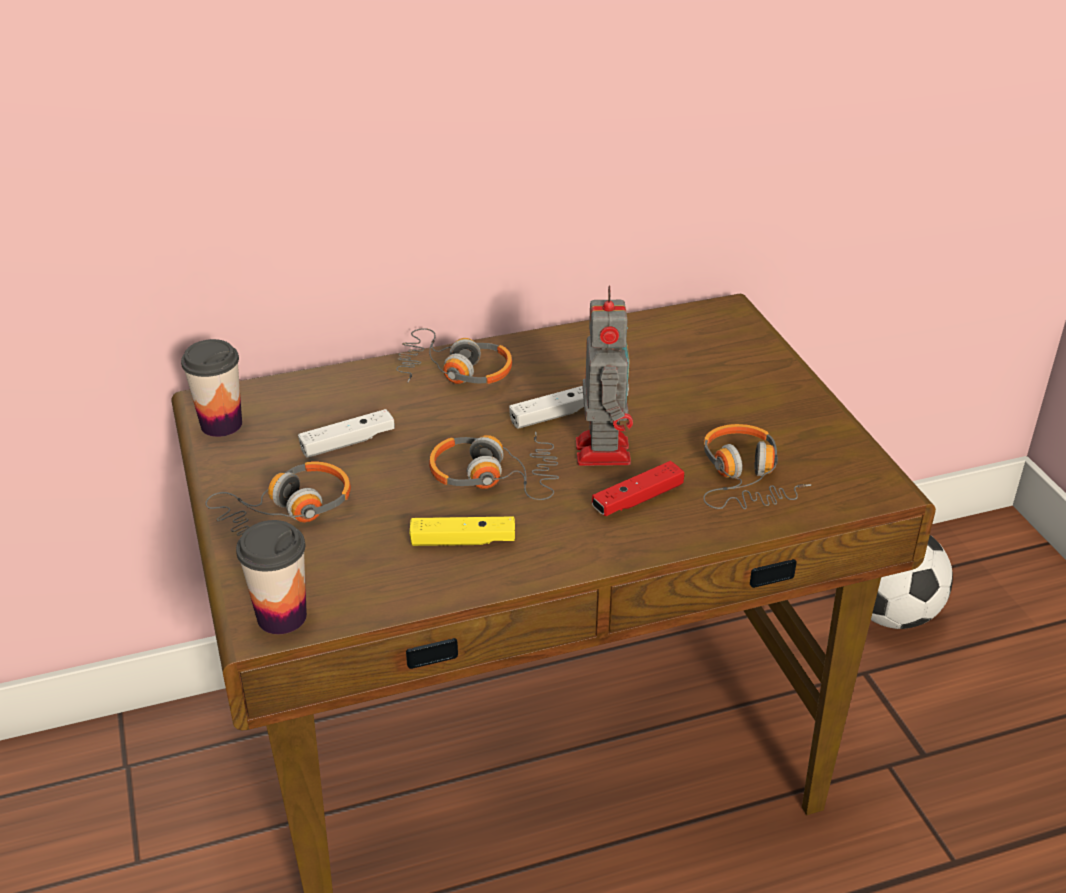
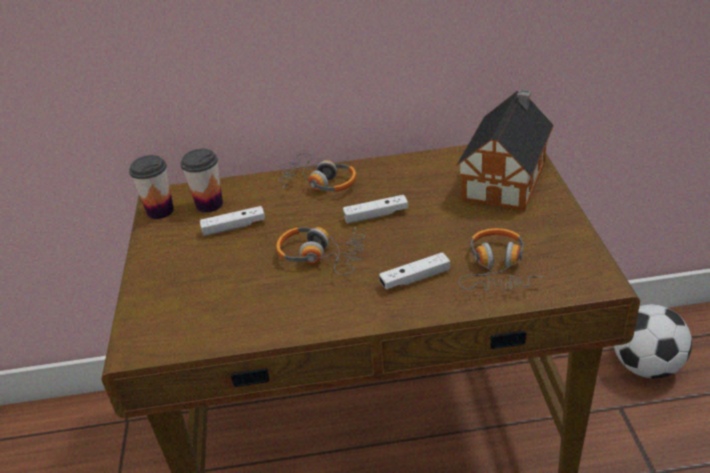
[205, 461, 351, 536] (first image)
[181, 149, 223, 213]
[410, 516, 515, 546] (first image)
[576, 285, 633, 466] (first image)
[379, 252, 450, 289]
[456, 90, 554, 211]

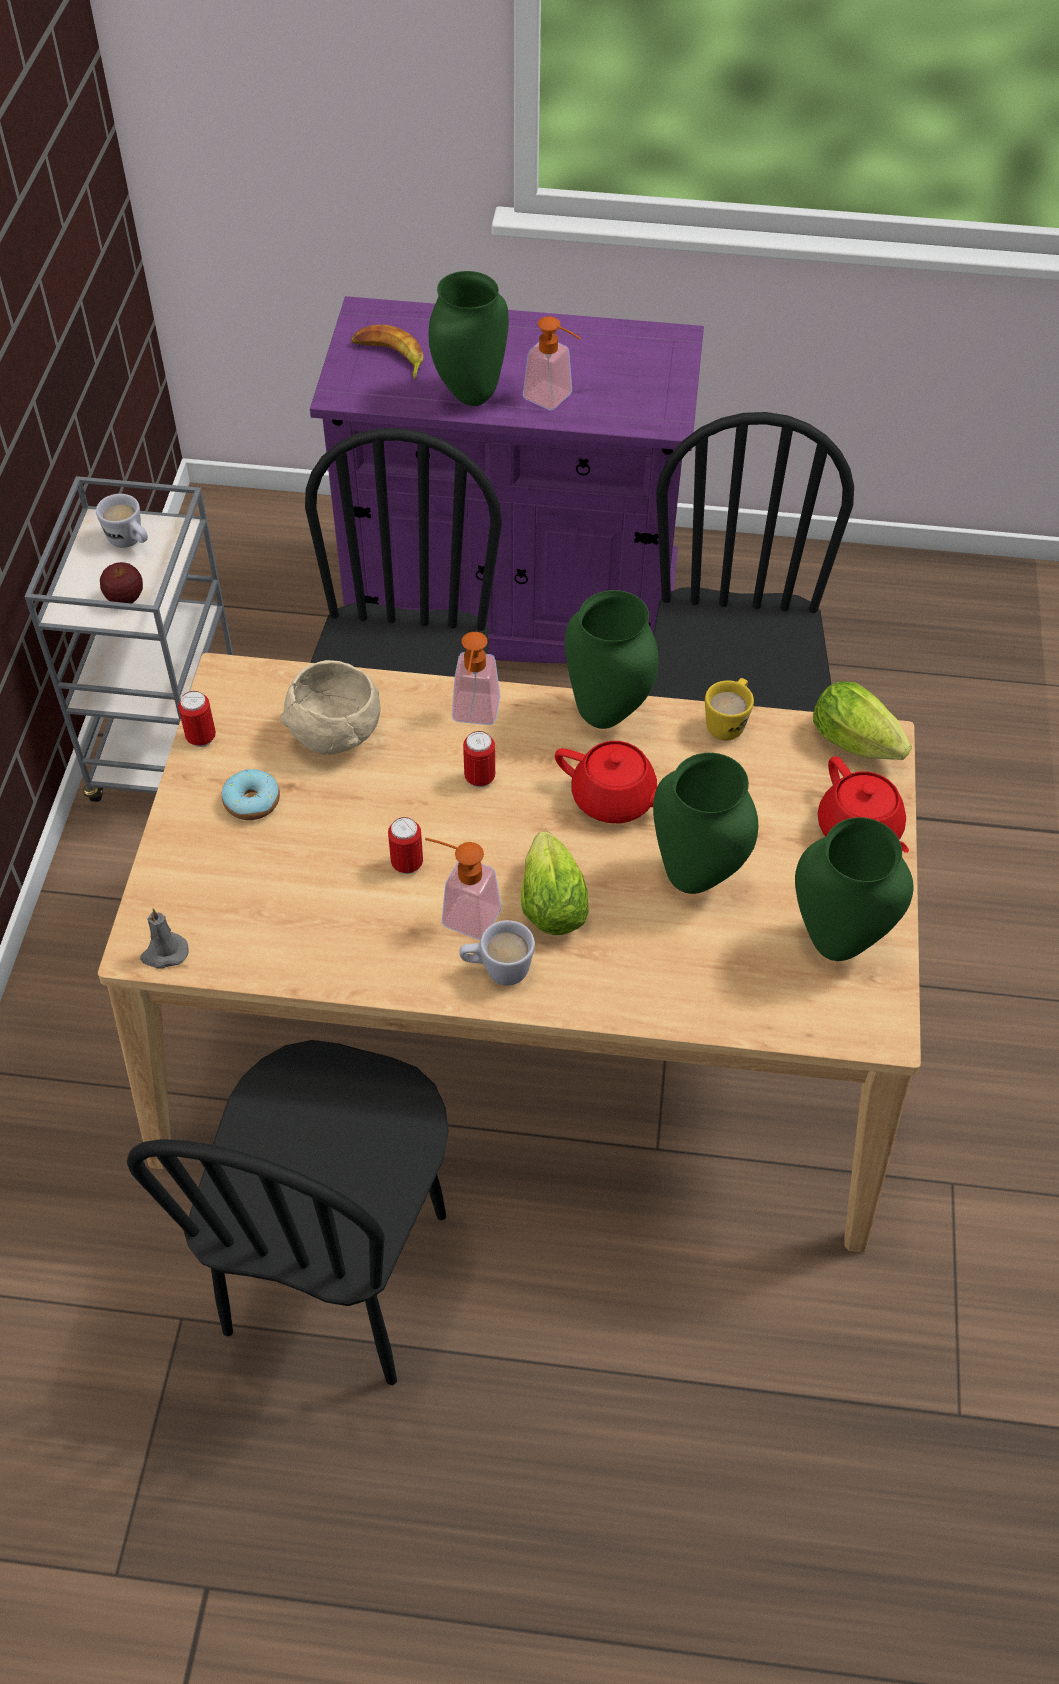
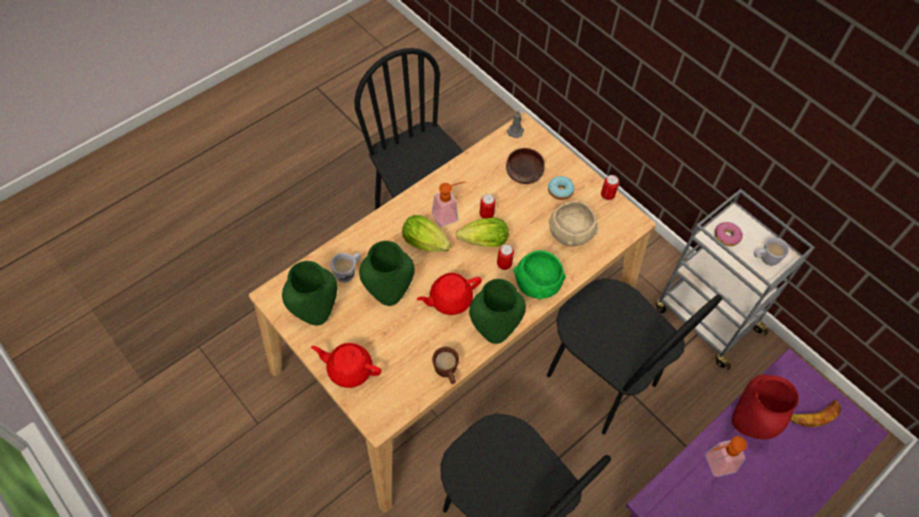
[715, 222, 743, 246]
[732, 375, 799, 440]
[513, 250, 566, 300]
[330, 253, 361, 283]
[432, 347, 459, 384]
[456, 218, 509, 247]
[506, 148, 545, 184]

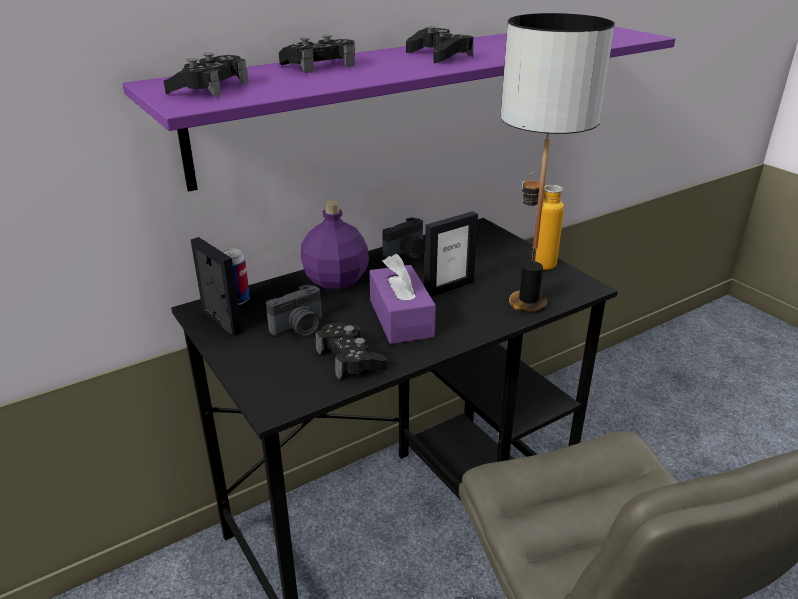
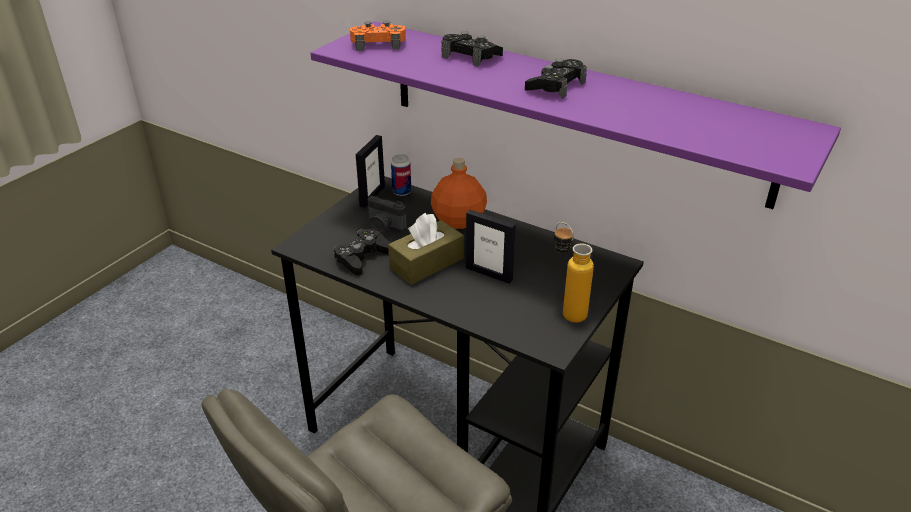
[350, 21, 406, 51]
[431, 158, 487, 229]
[388, 213, 464, 285]
[382, 217, 425, 259] (first image)
[501, 13, 615, 313] (first image)

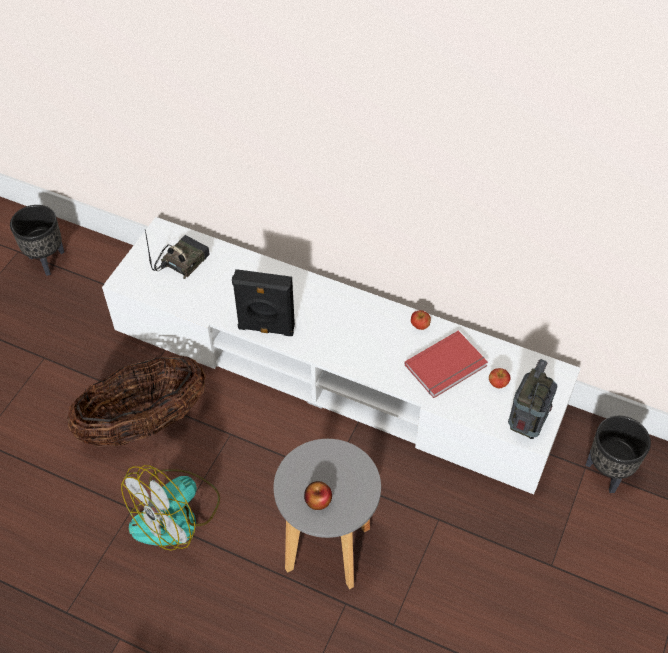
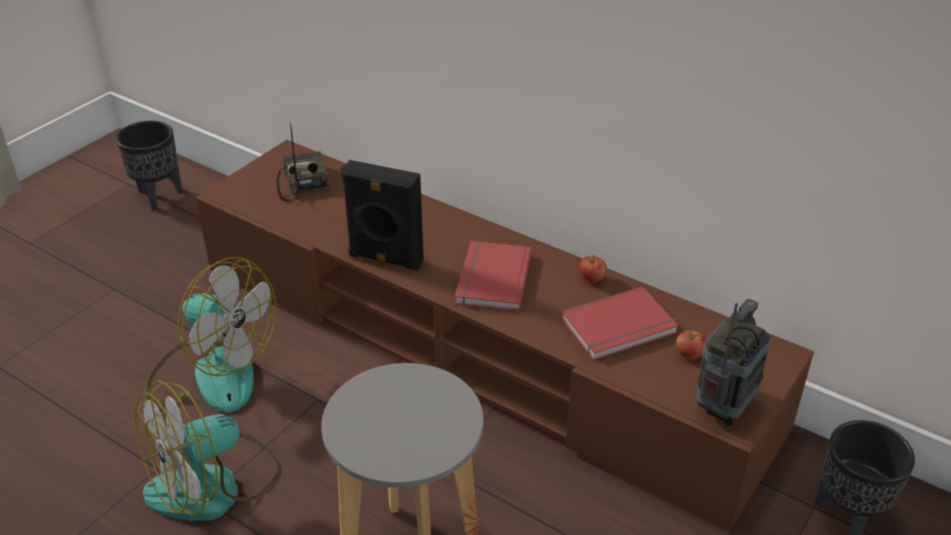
[144, 257, 277, 412]
[196, 140, 814, 529]
[277, 122, 329, 202]
[304, 481, 332, 510] (first image)
[455, 241, 532, 311]

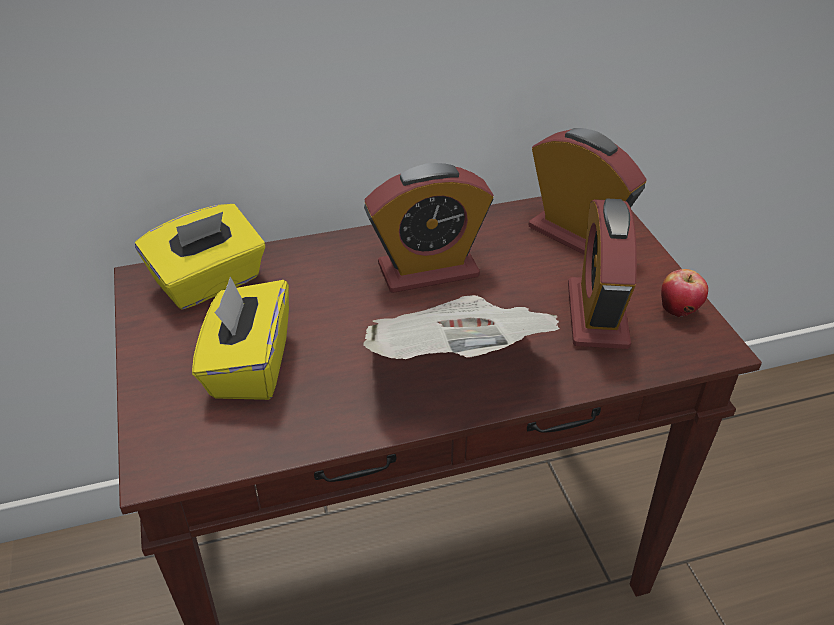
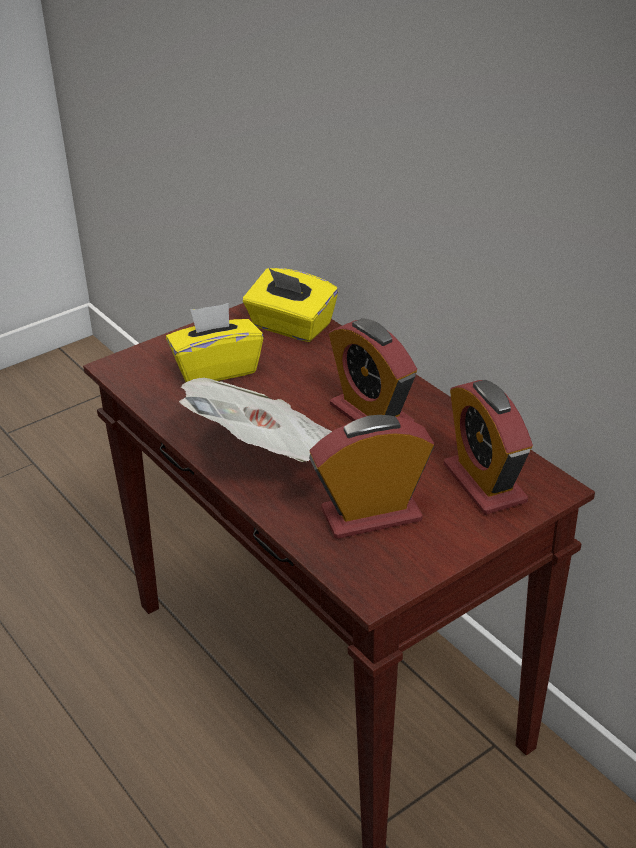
[444, 380, 533, 515]
[661, 269, 708, 317] (first image)

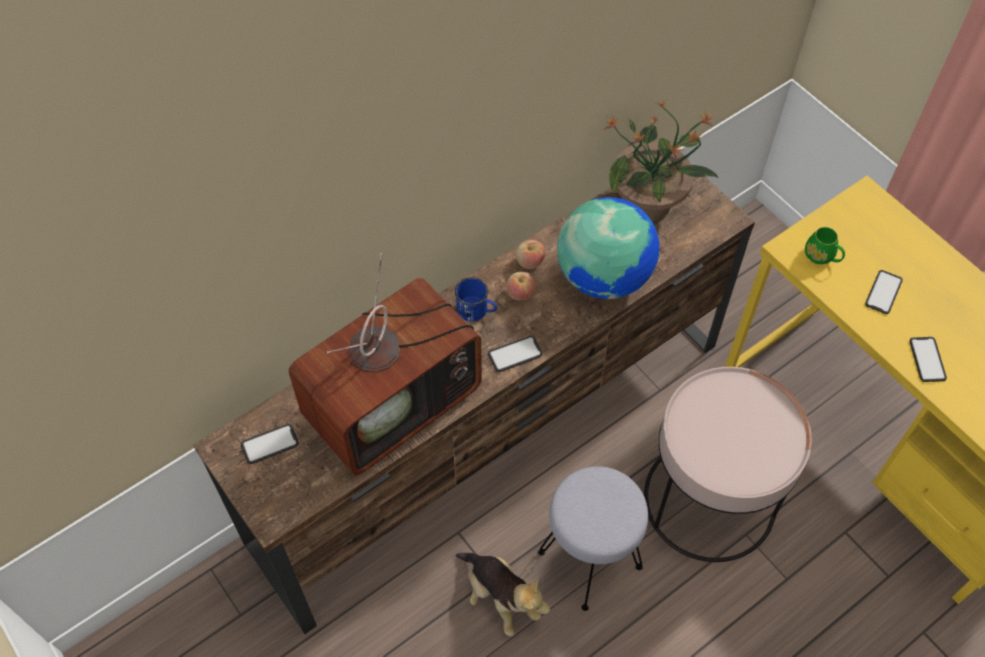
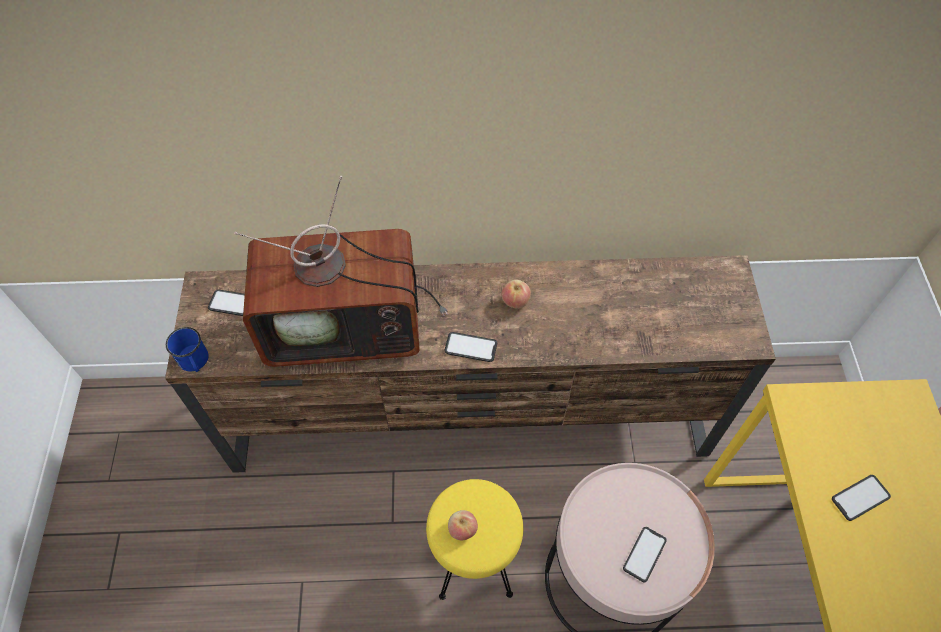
[166, 327, 208, 372]
[456, 553, 550, 636] (first image)
[448, 510, 478, 540]
[426, 479, 523, 600]
[557, 197, 659, 299] (first image)
[602, 101, 718, 221] (first image)
[805, 227, 845, 264] (first image)
[623, 527, 667, 582]

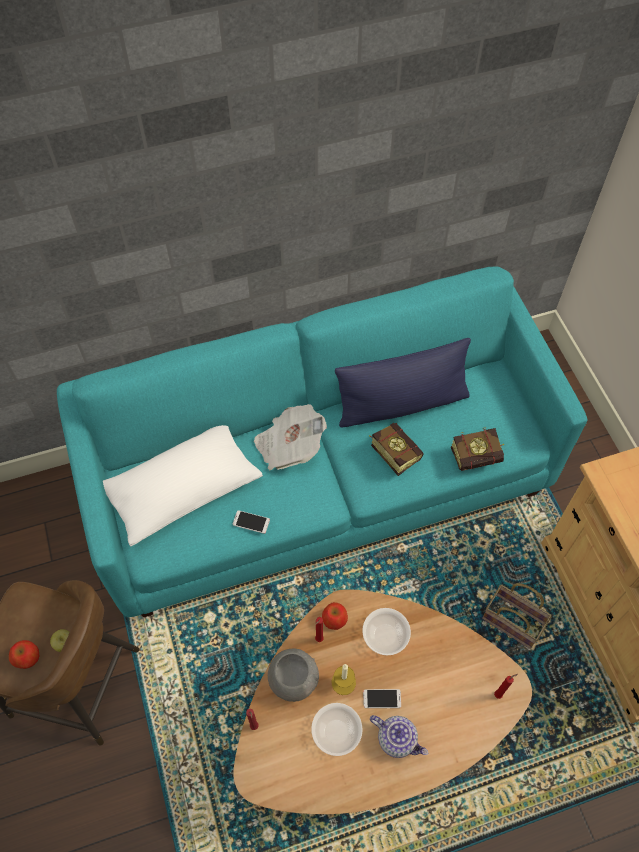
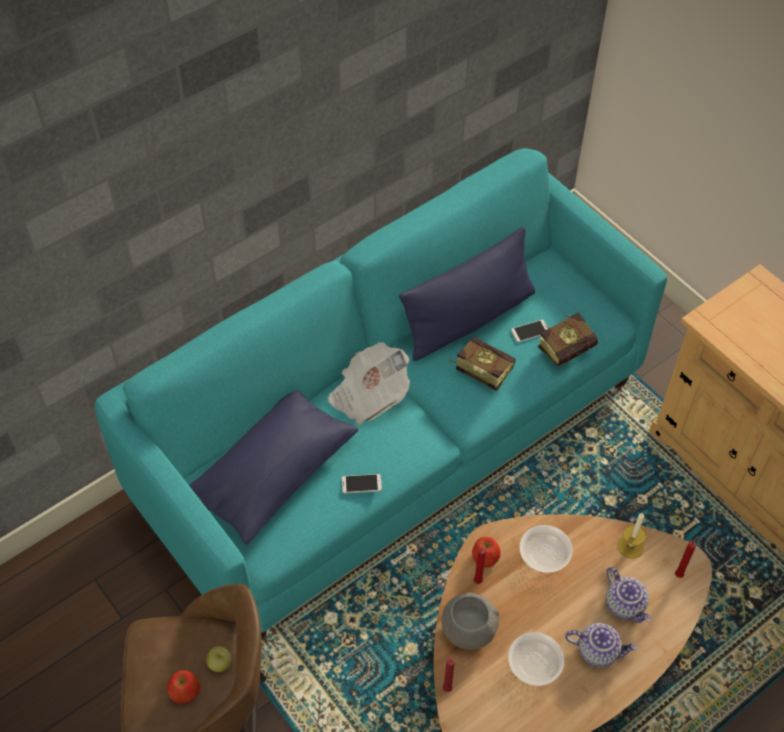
[189, 391, 358, 545]
[617, 513, 646, 558]
[511, 320, 548, 342]
[482, 583, 552, 649] (first image)
[606, 567, 651, 623]

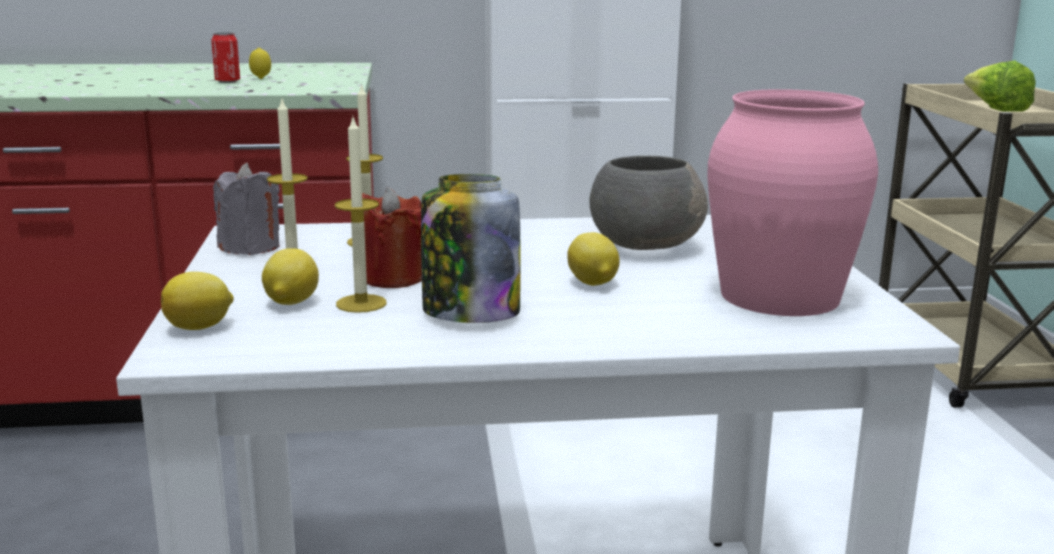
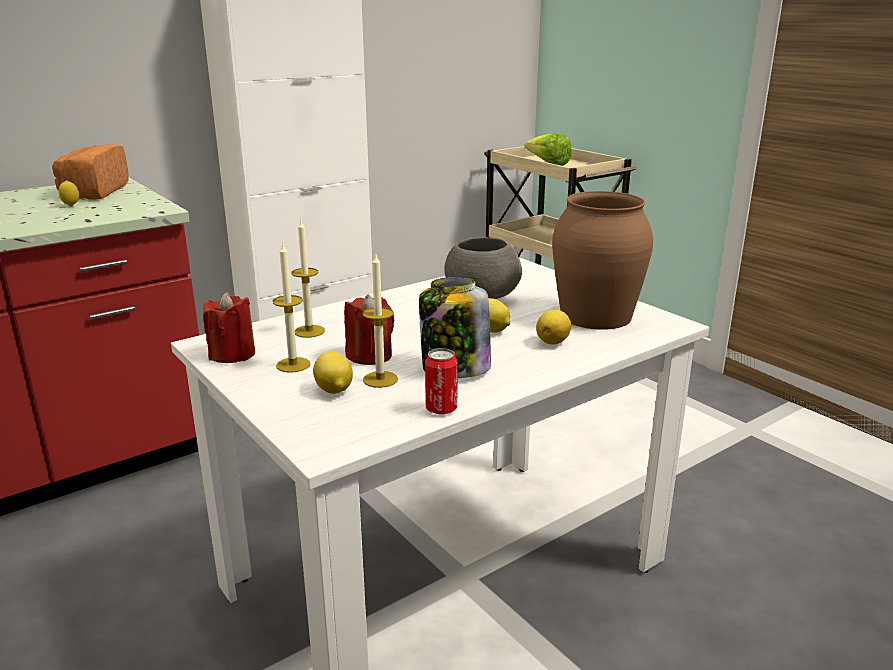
[536, 310, 571, 345]
[425, 348, 458, 415]
[203, 292, 255, 363]
[552, 191, 653, 330]
[52, 144, 129, 200]

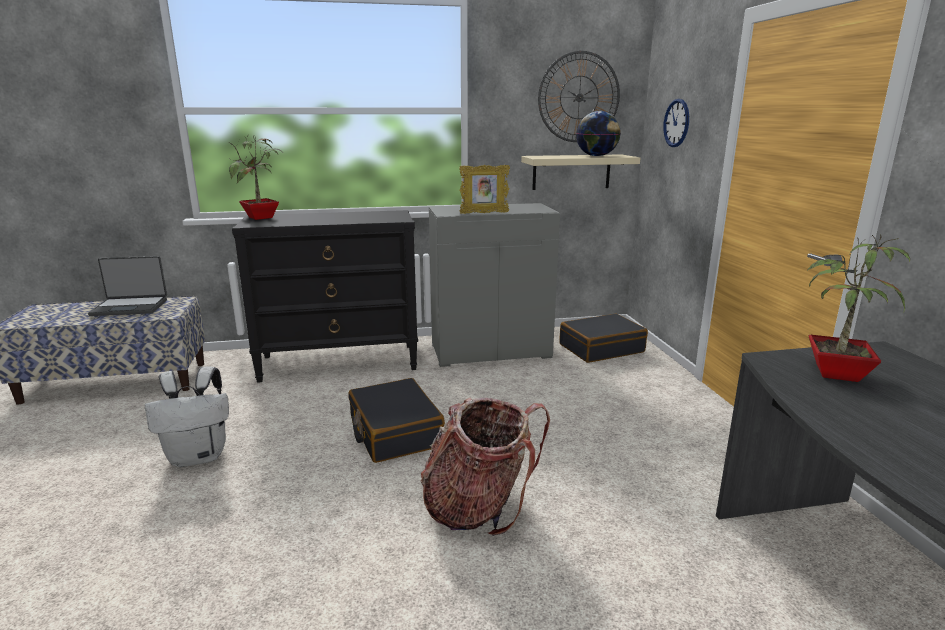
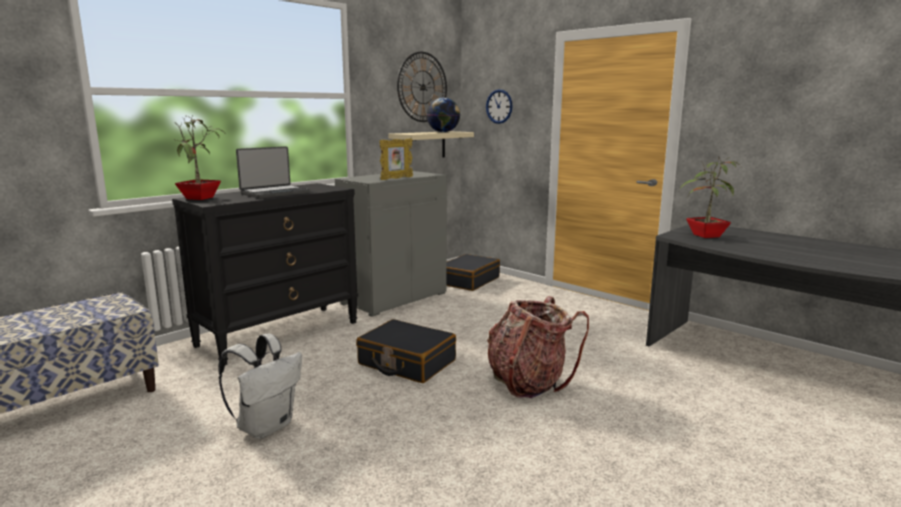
[236, 146, 310, 199]

